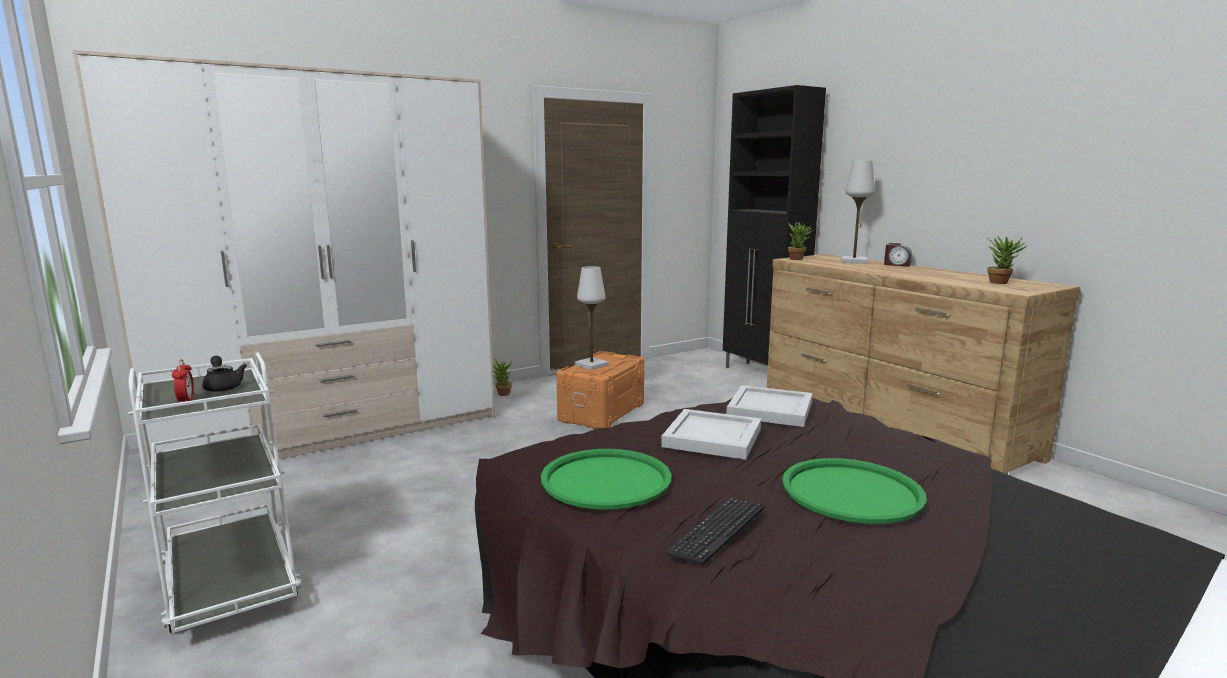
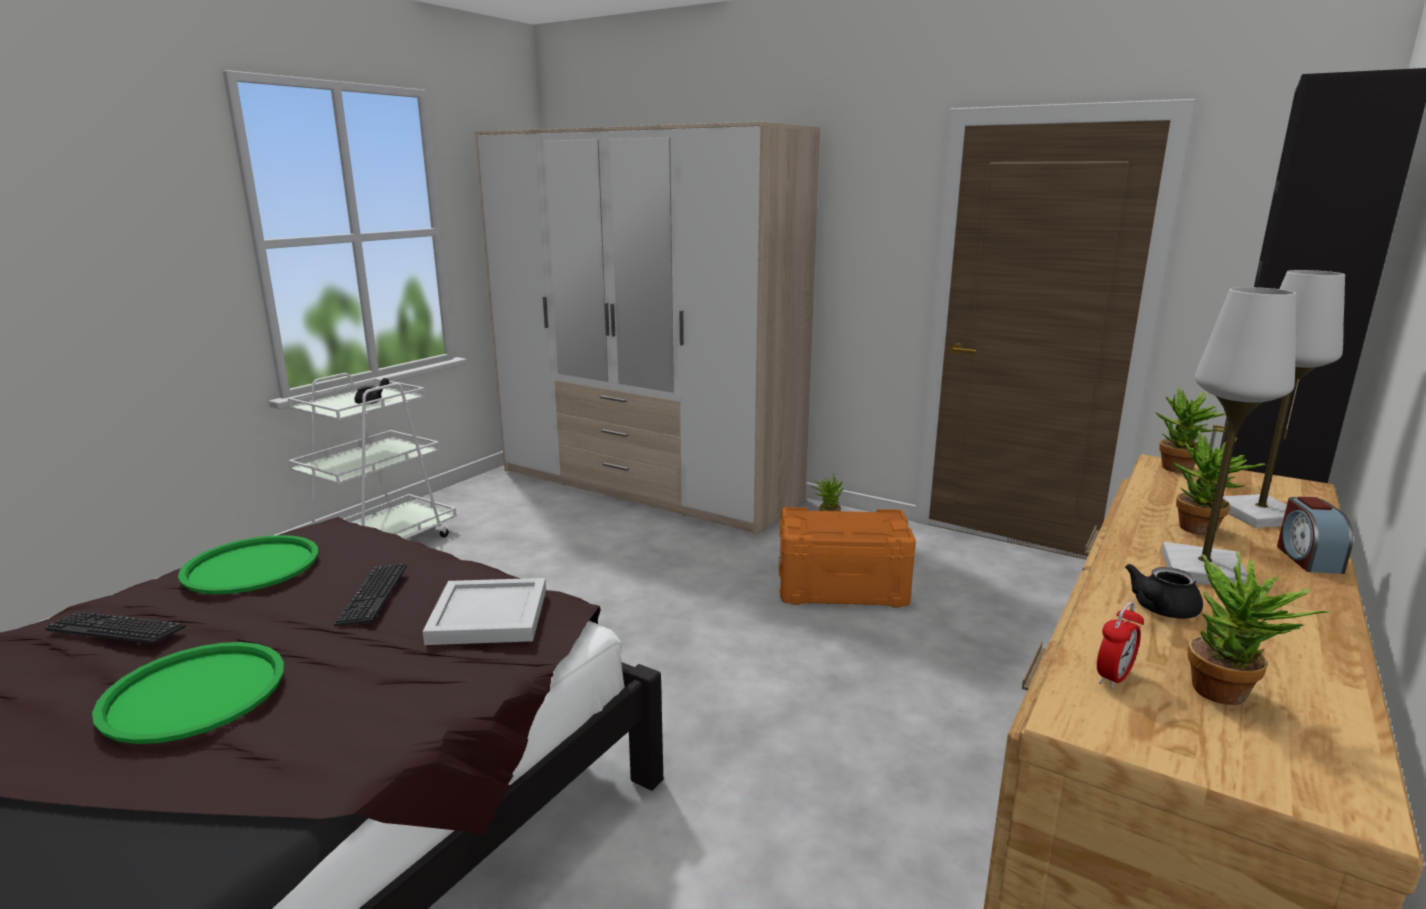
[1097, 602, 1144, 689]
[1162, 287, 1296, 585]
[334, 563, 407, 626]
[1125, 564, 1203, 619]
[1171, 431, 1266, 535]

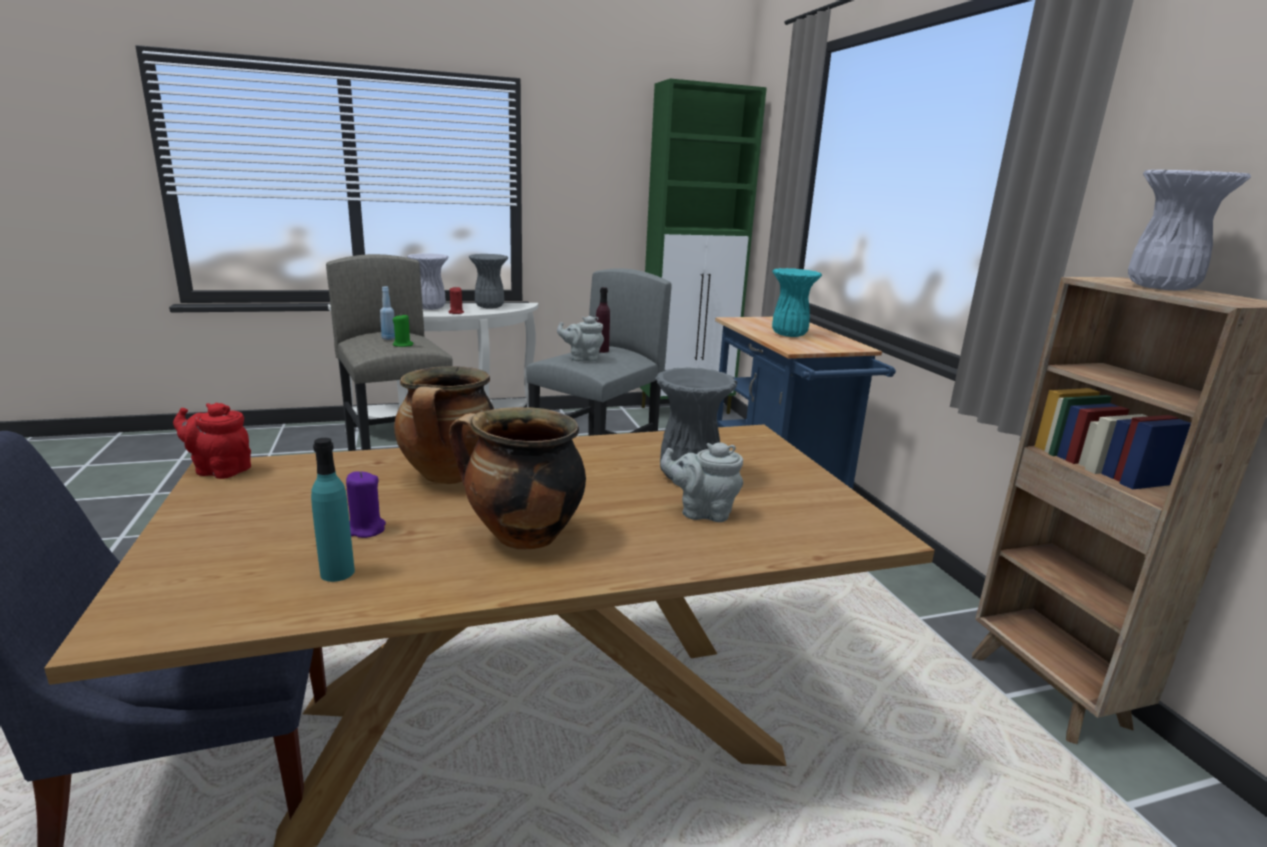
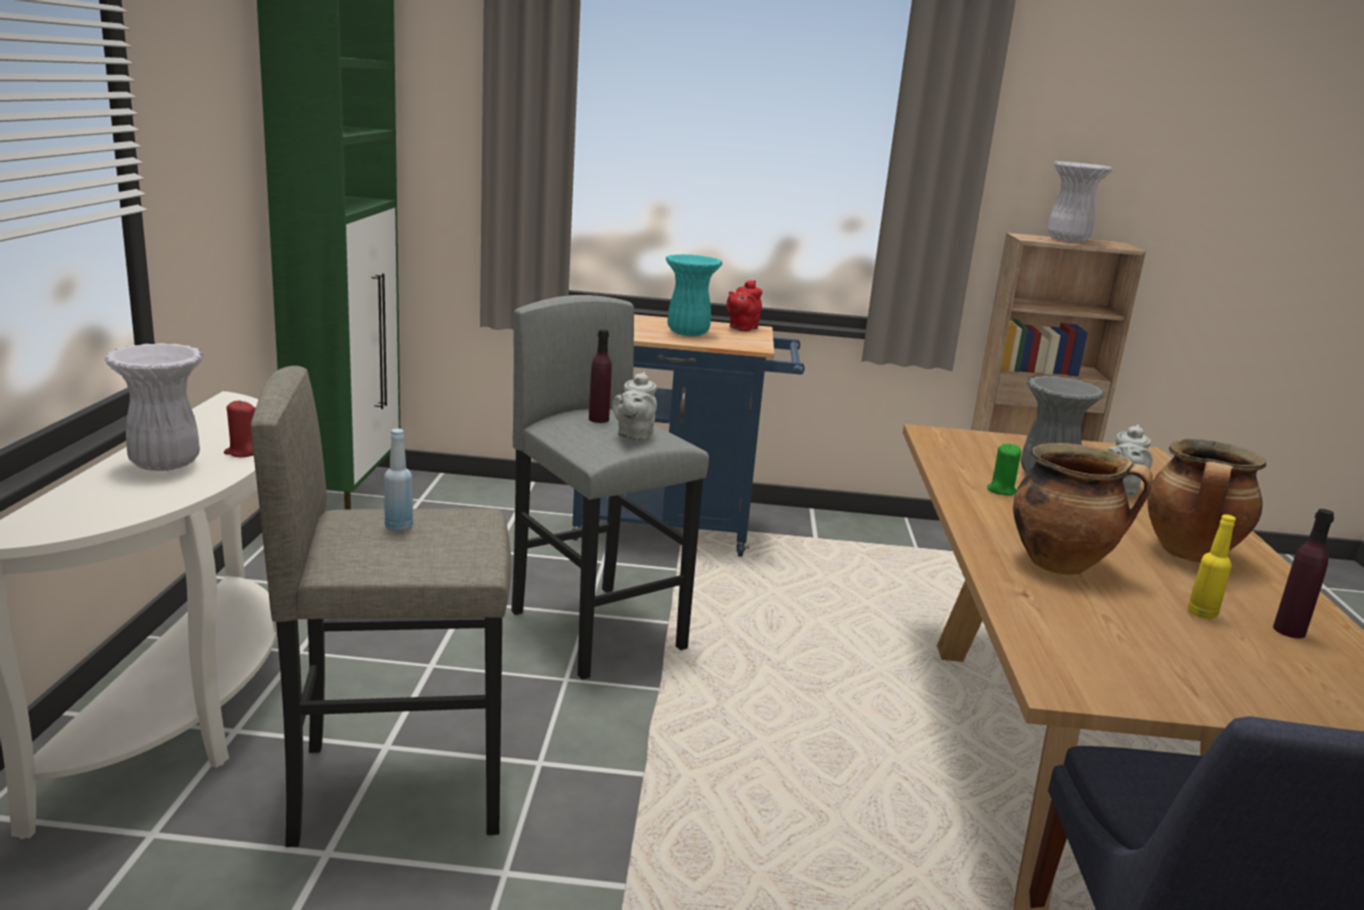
[726, 280, 762, 331]
[1273, 509, 1334, 638]
[1188, 514, 1236, 619]
[987, 444, 1021, 496]
[469, 254, 508, 309] (first image)

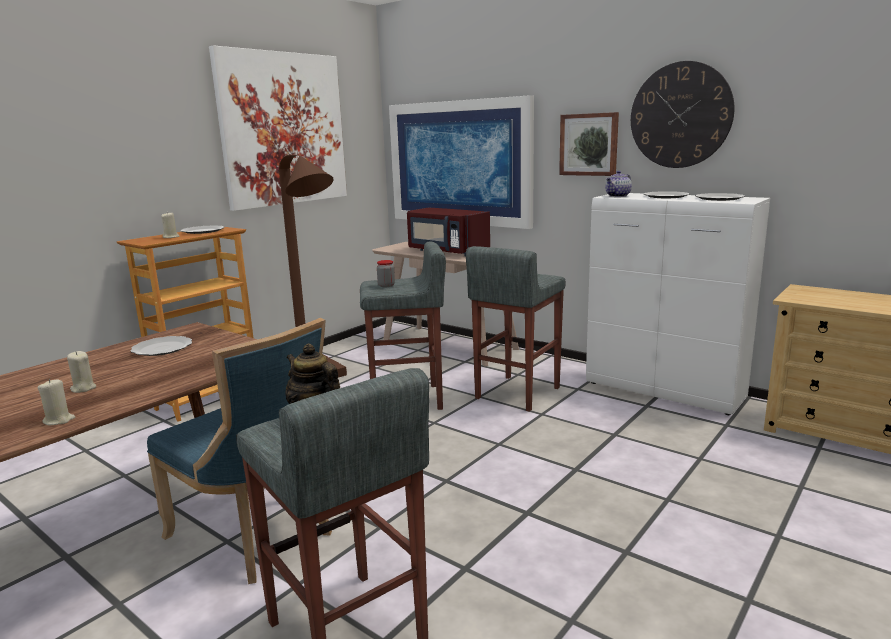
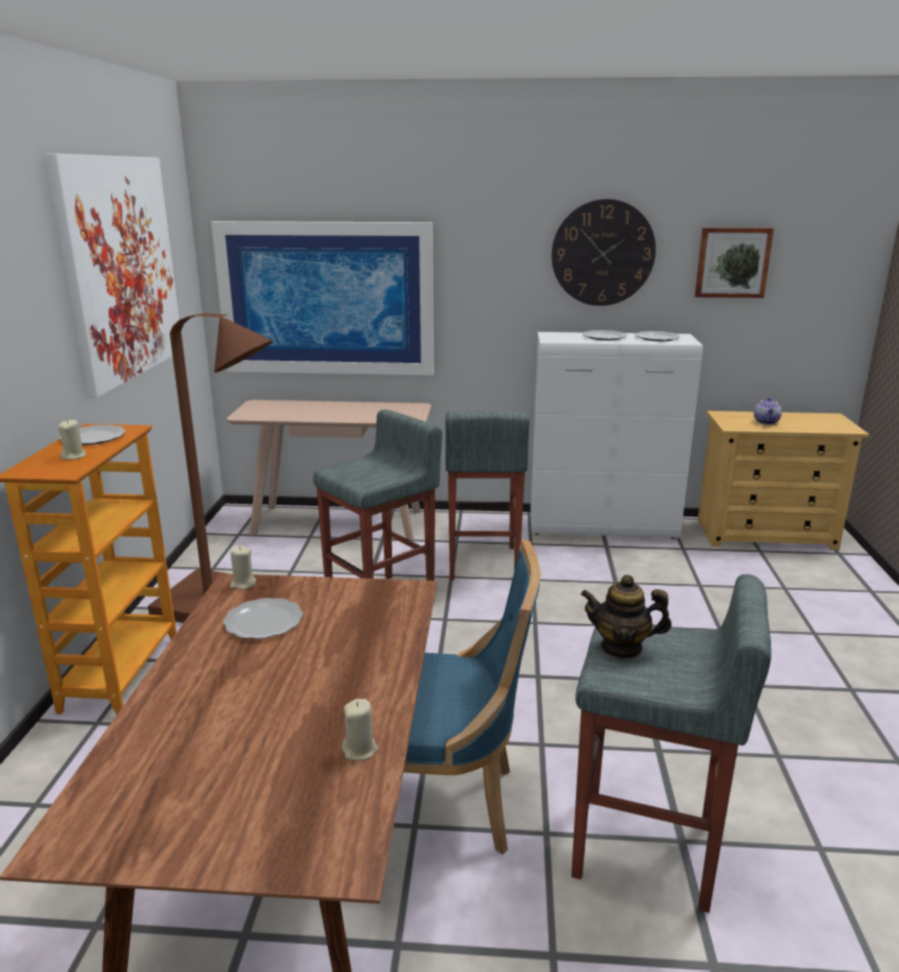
[230, 546, 256, 589]
[377, 260, 395, 287] (first image)
[407, 207, 490, 256] (first image)
[695, 228, 774, 298]
[754, 397, 782, 425]

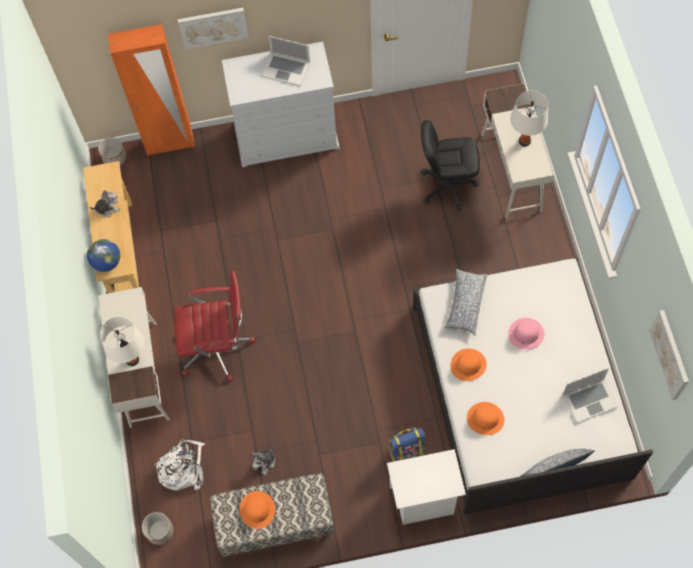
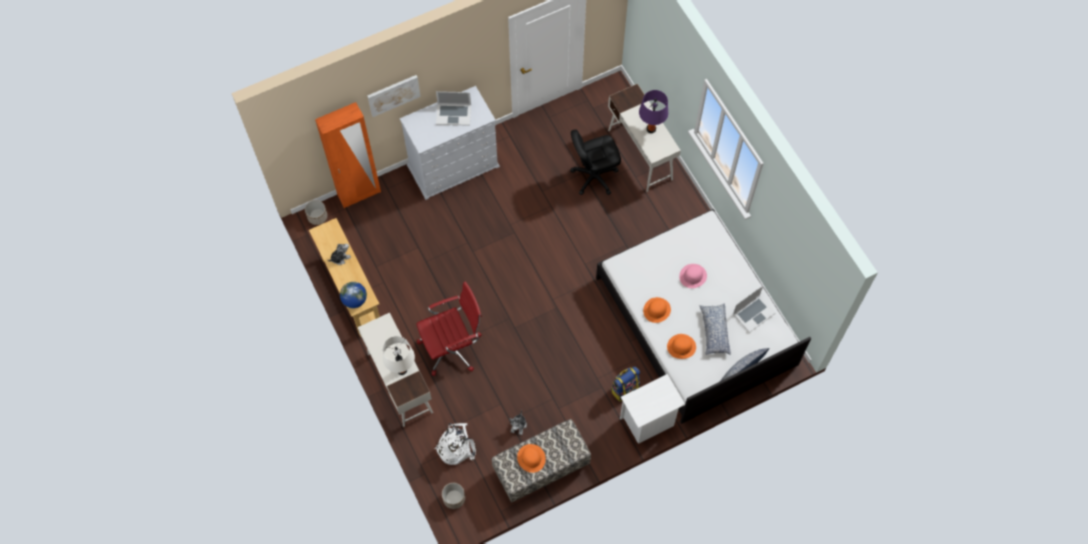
[700, 303, 731, 355]
[639, 90, 668, 133]
[649, 310, 689, 400] (first image)

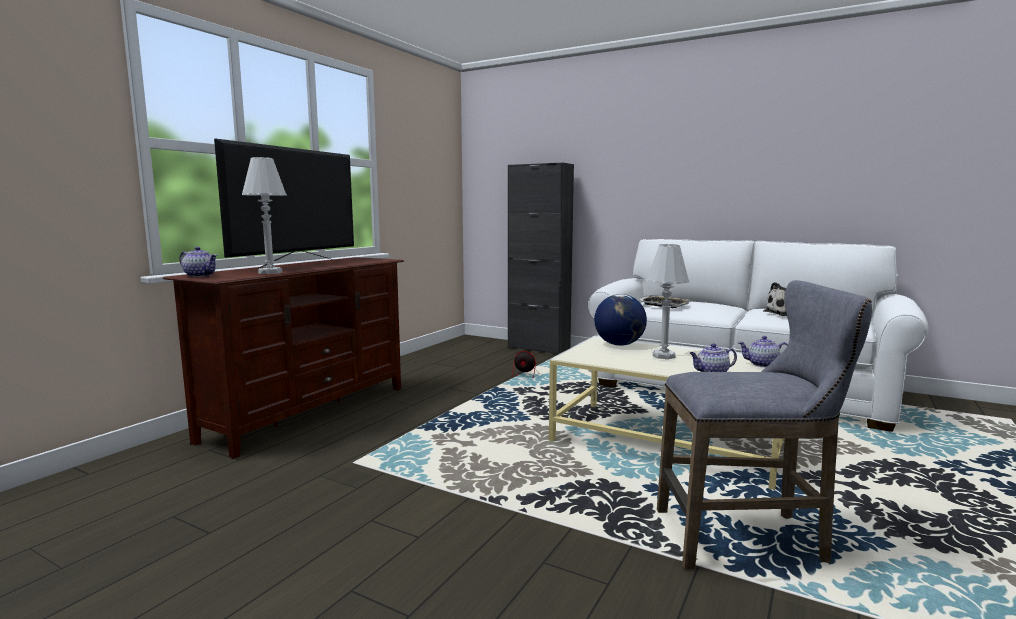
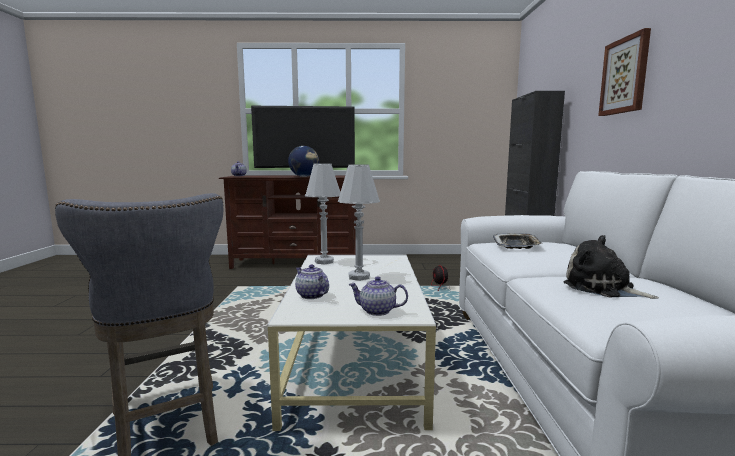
[305, 163, 340, 264]
[288, 146, 319, 177]
[348, 276, 408, 316]
[598, 28, 651, 116]

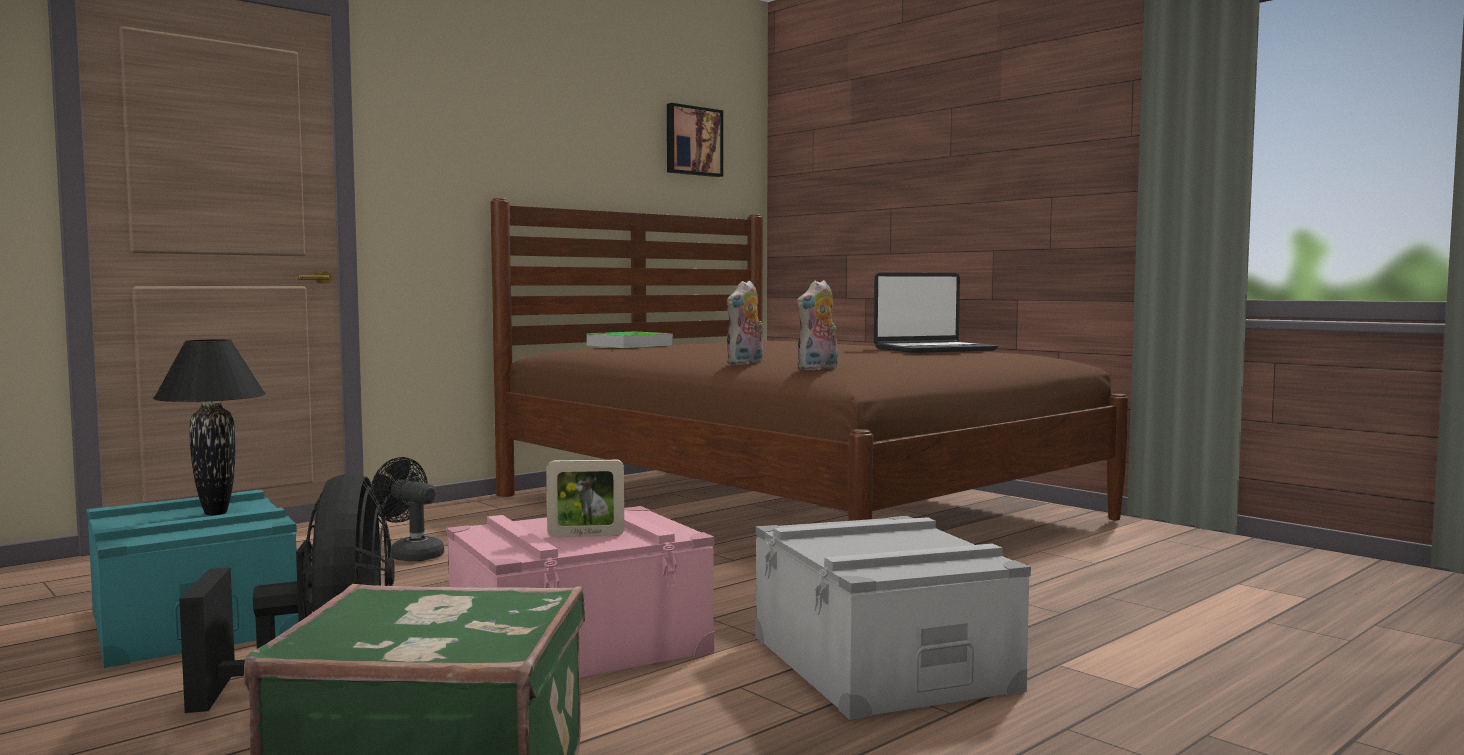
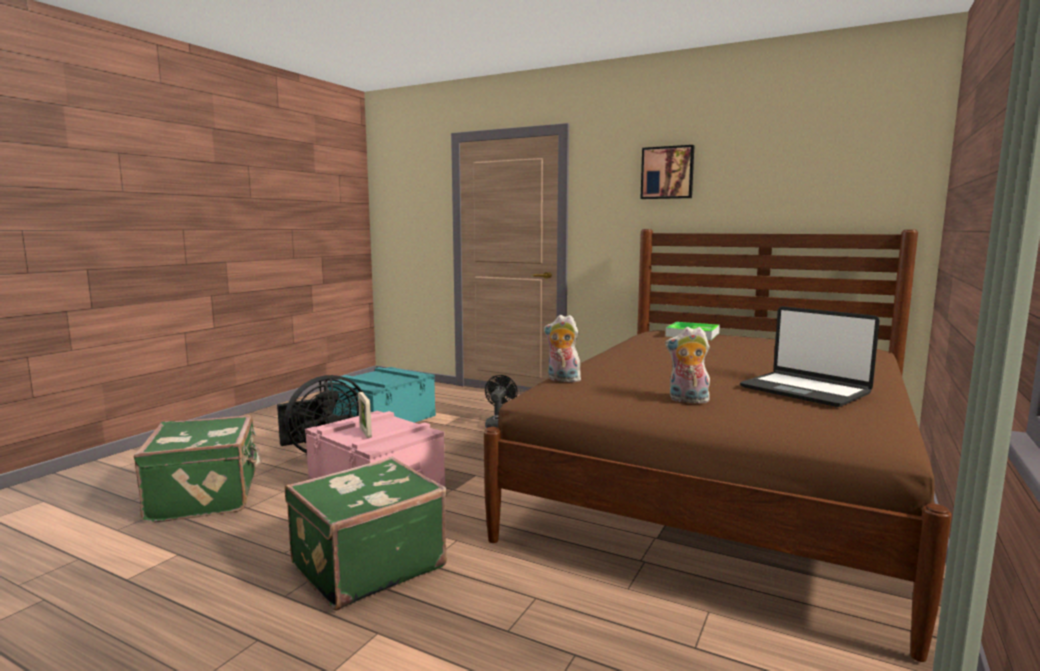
[153, 339, 266, 515] (first image)
[641, 145, 695, 199]
[665, 327, 711, 403]
[285, 457, 447, 611]

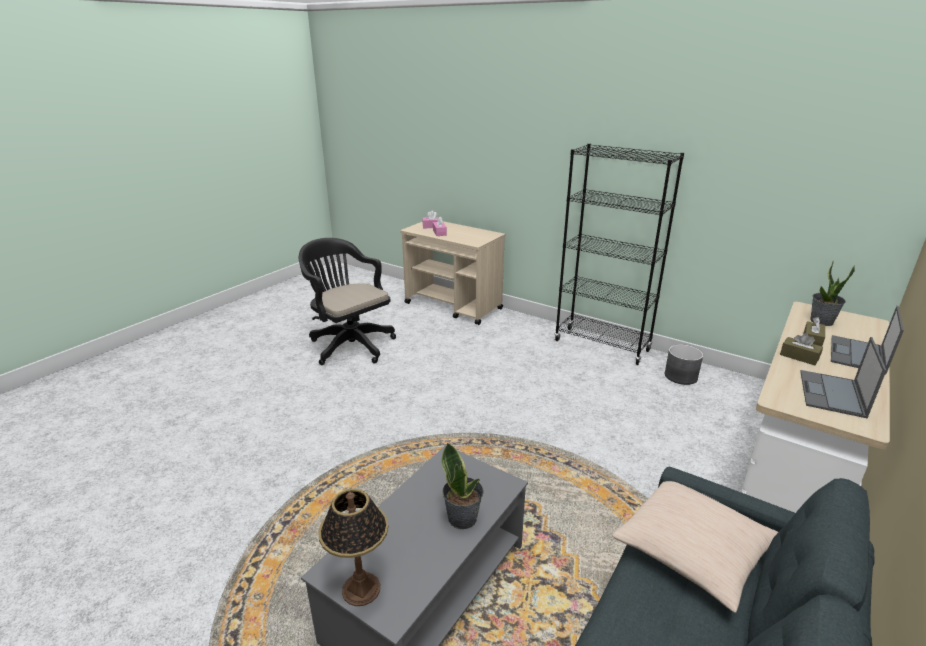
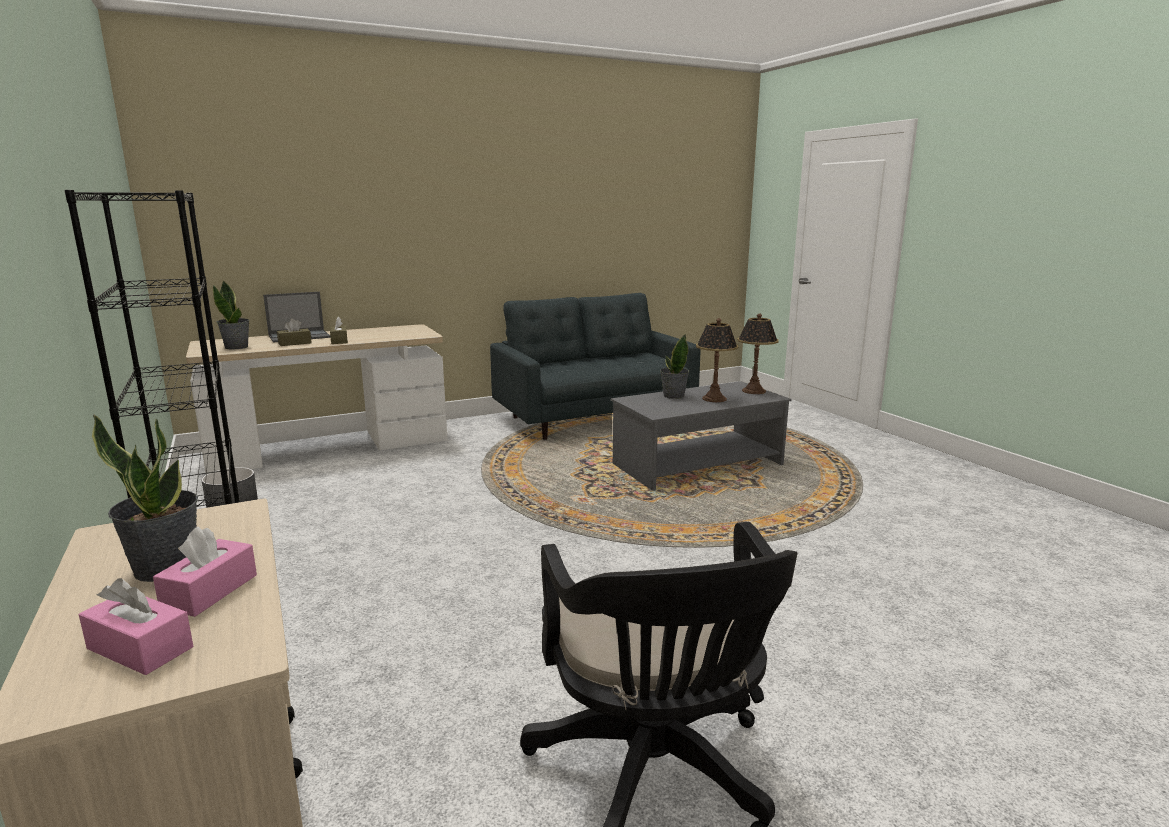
[612, 481, 778, 613] (first image)
[800, 337, 887, 418] (first image)
[92, 414, 198, 582]
[696, 318, 738, 402]

